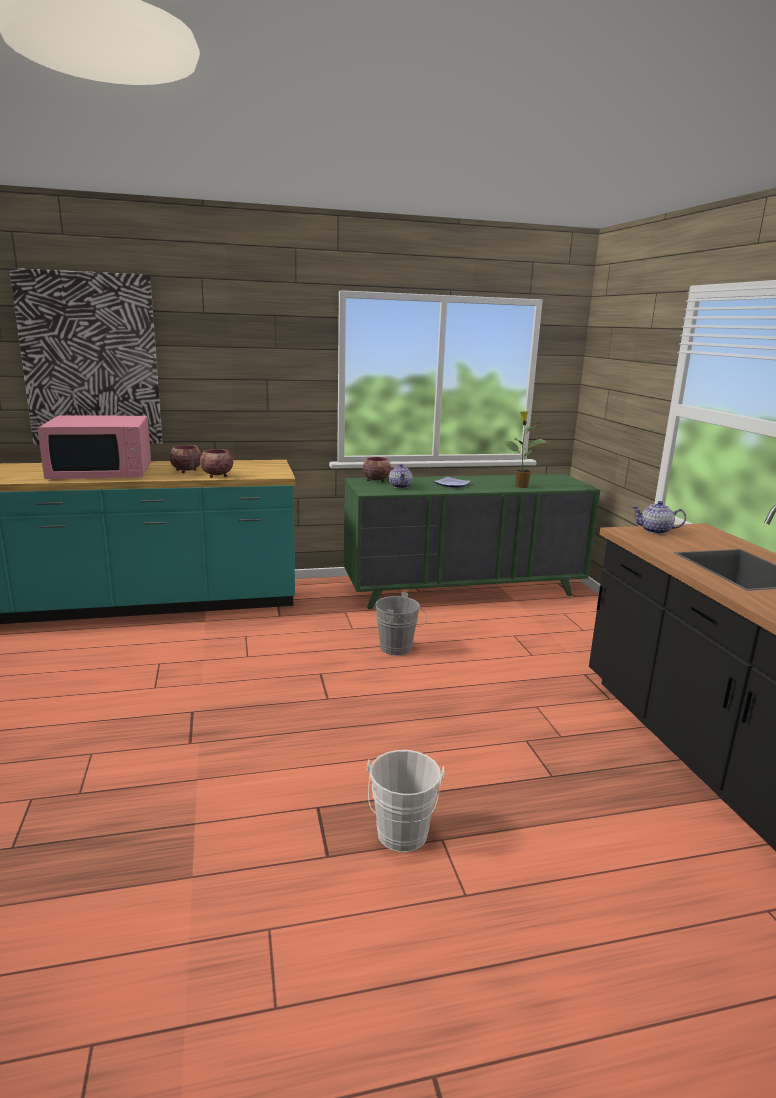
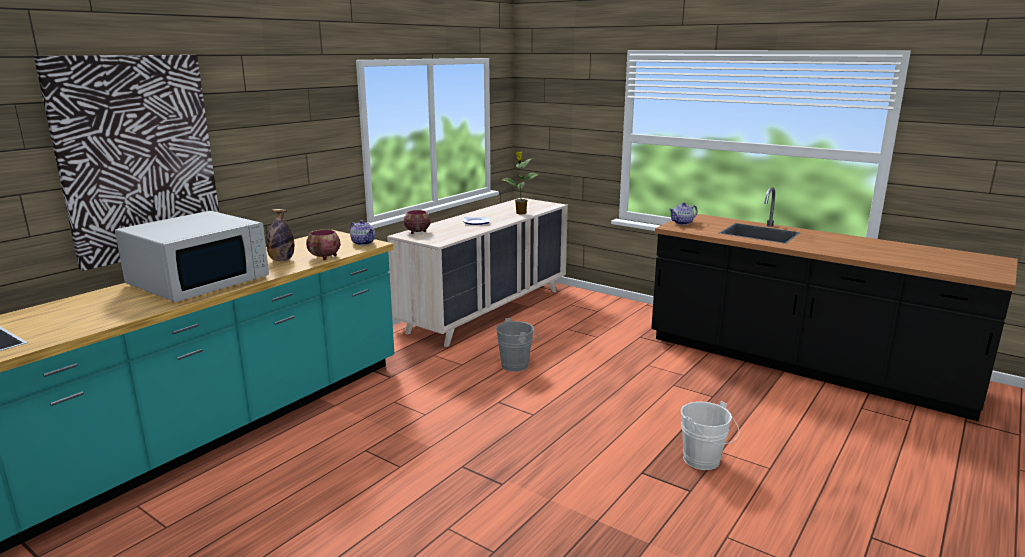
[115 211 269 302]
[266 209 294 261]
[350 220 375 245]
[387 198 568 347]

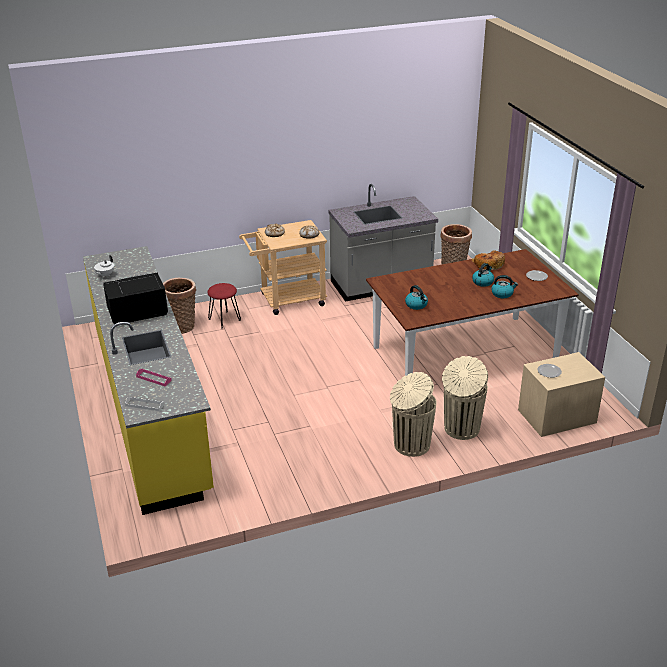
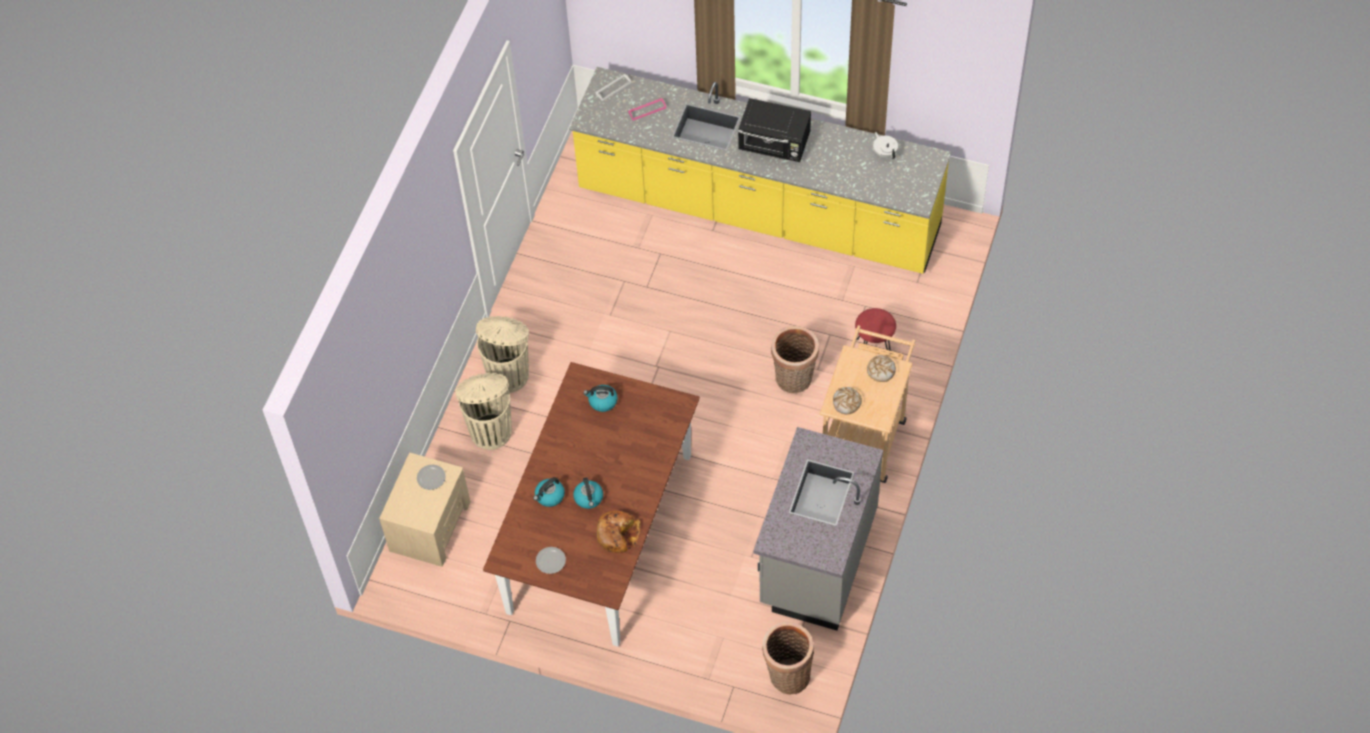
[738 98 811 162]
[771 326 819 393]

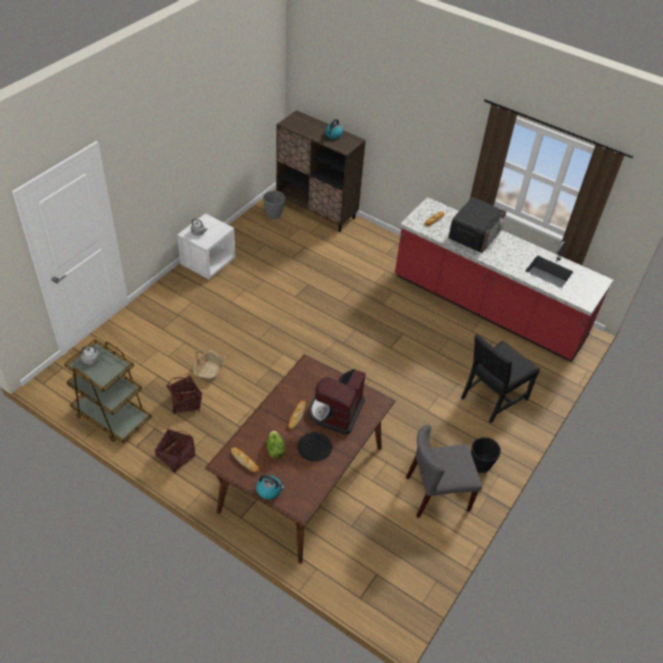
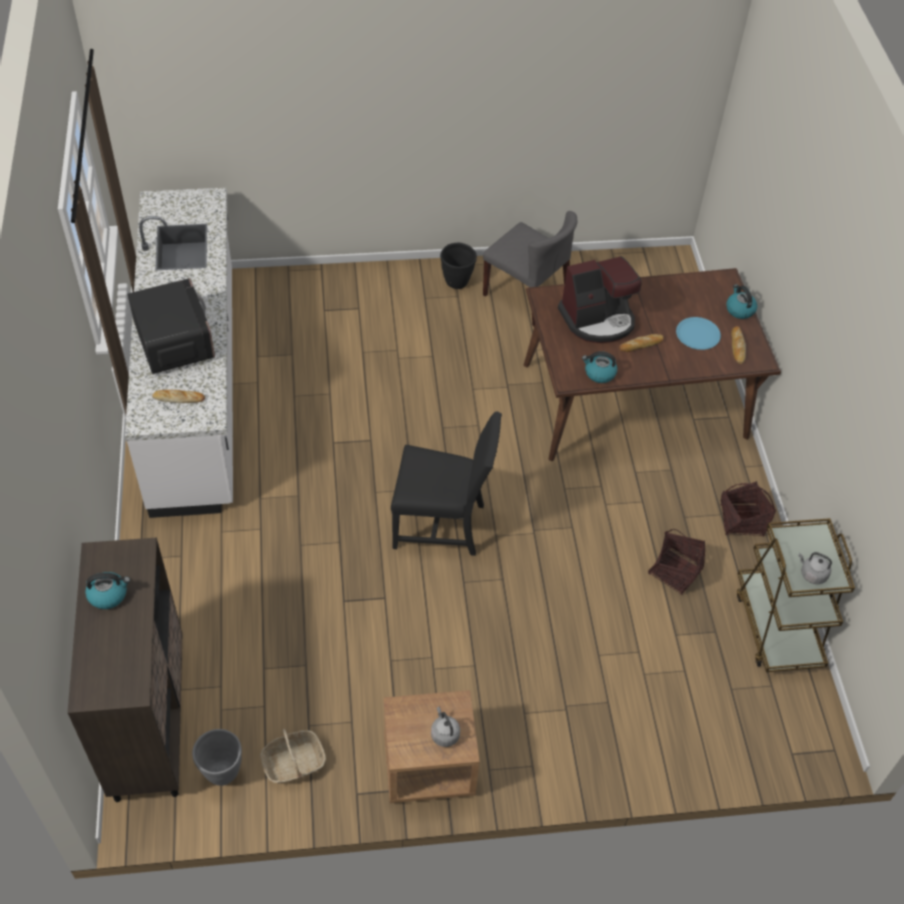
[125 188 233 518]
[128 278 215 374]
[260 728 326 784]
[383 690 480 803]
[391 411 502 556]
[582 351 617 383]
[676 317 721 350]
[297 432 332 461] (first image)

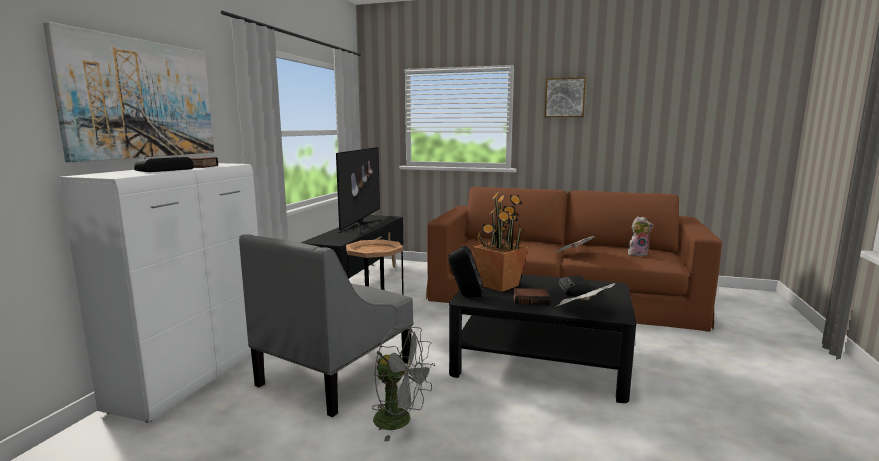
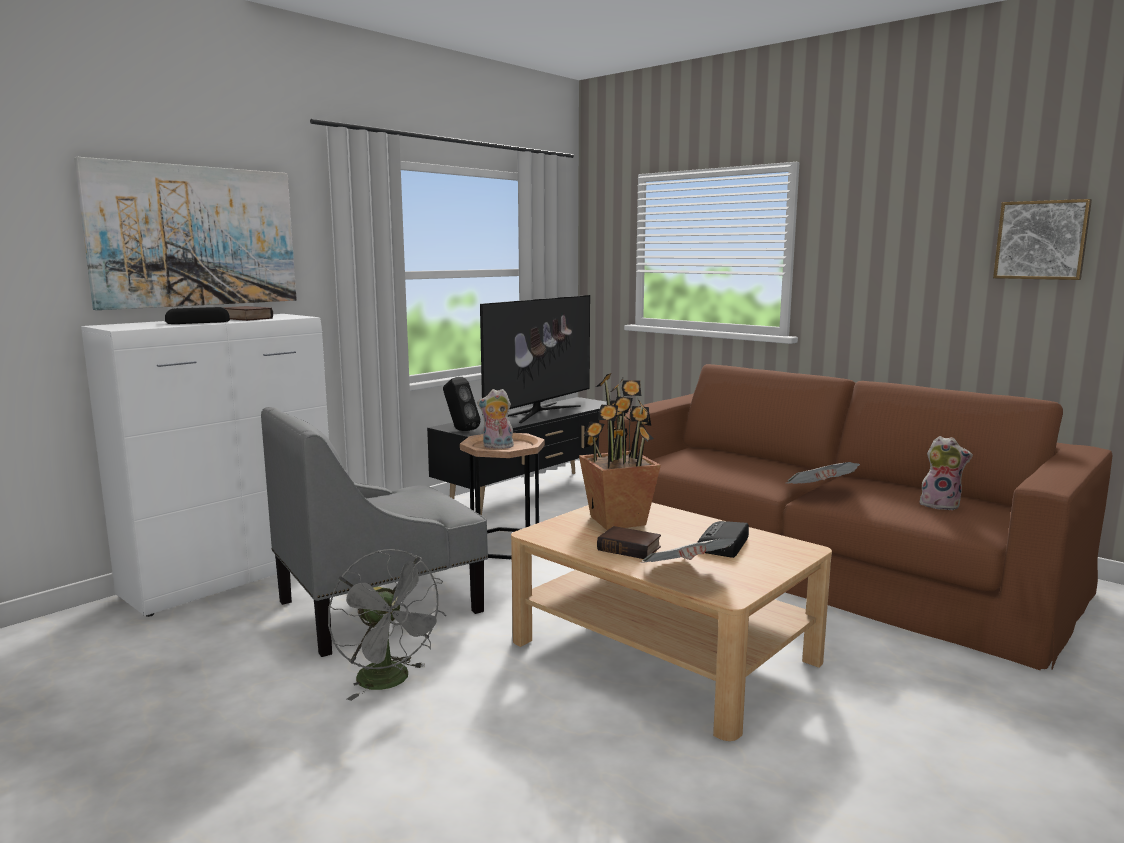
[443 377 481 431]
[477 389 515 449]
[511 503 832 741]
[993 199 1092 280]

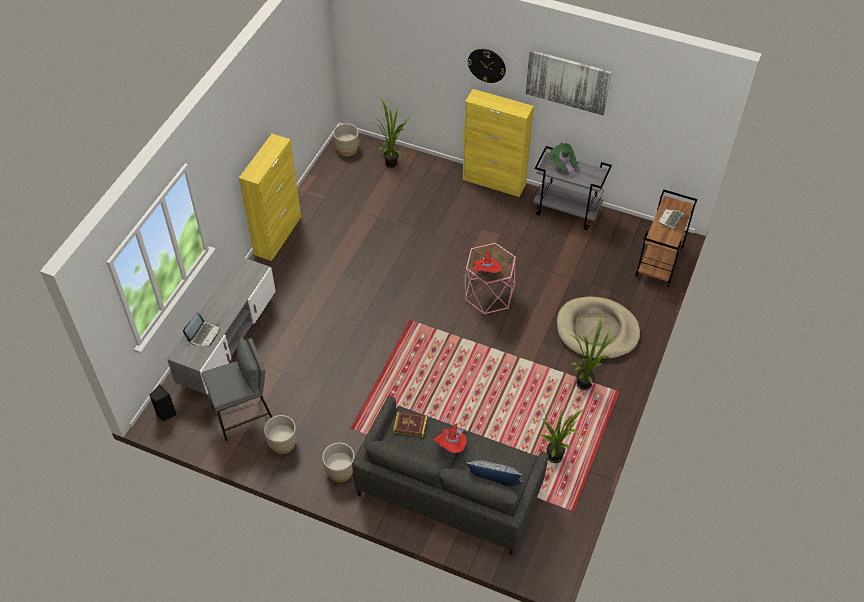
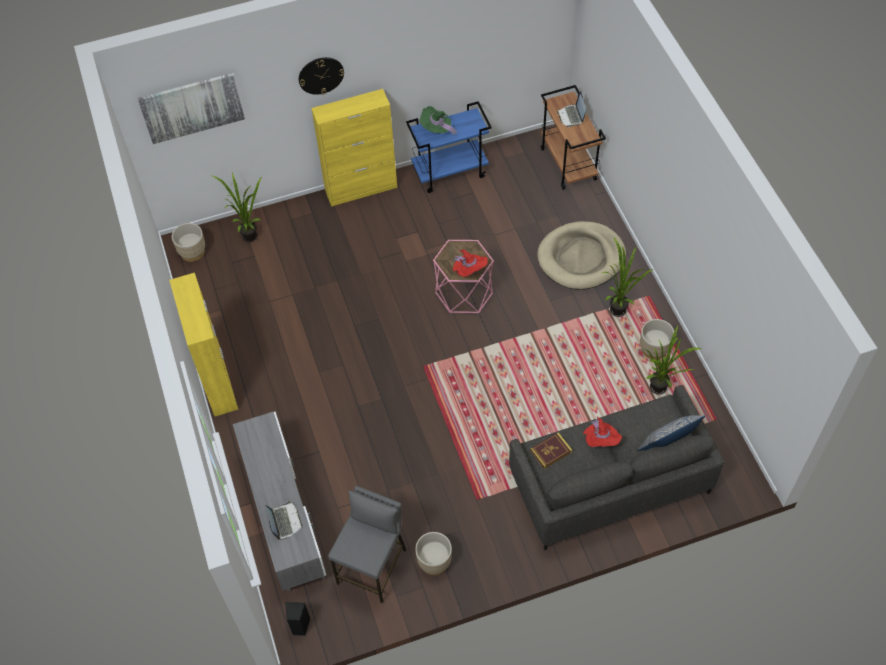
[138 73 245 144]
[406 101 492 193]
[640 319 674 360]

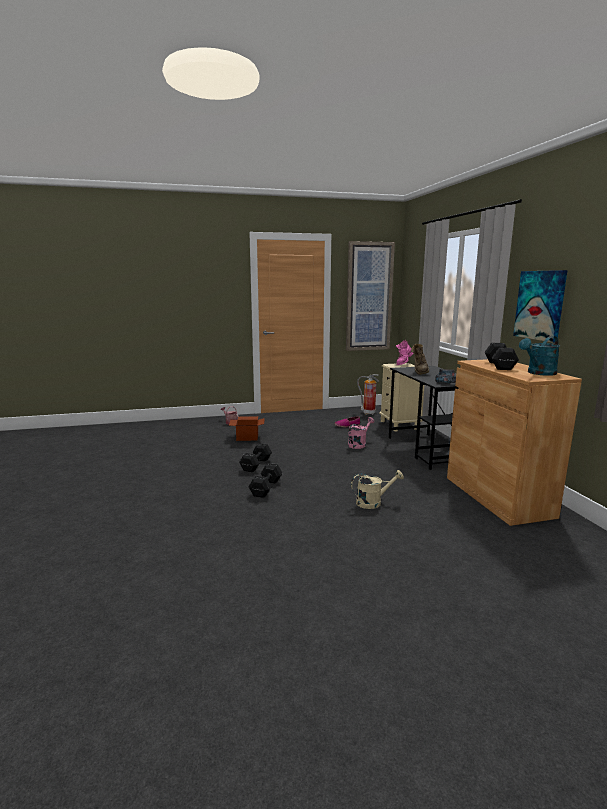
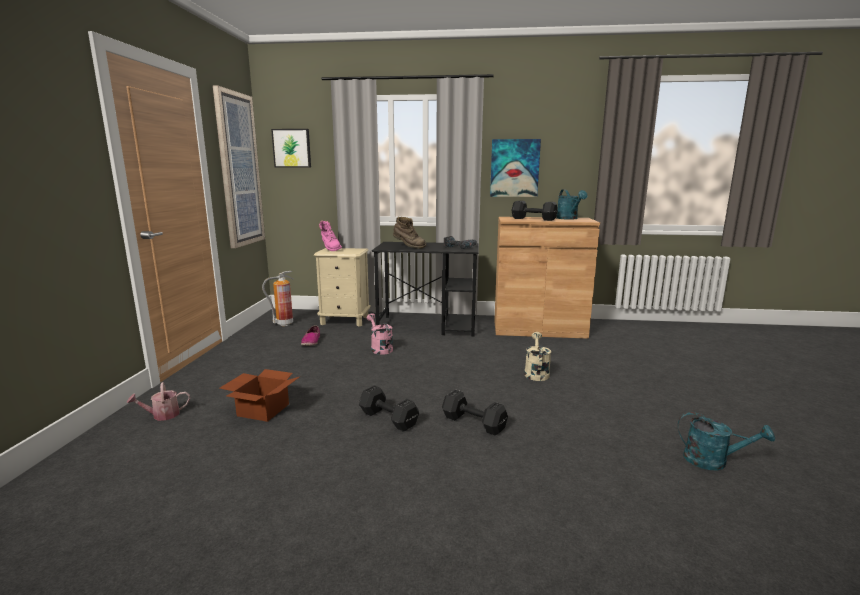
[271 129 311 168]
[678 412 775 471]

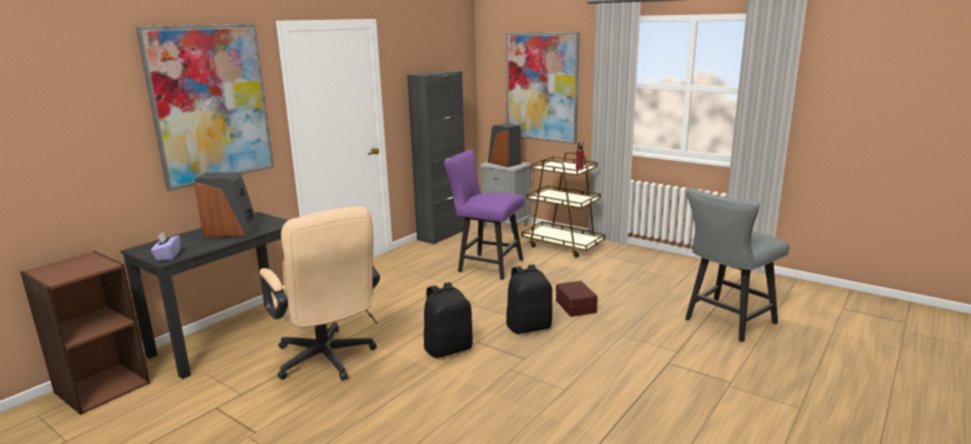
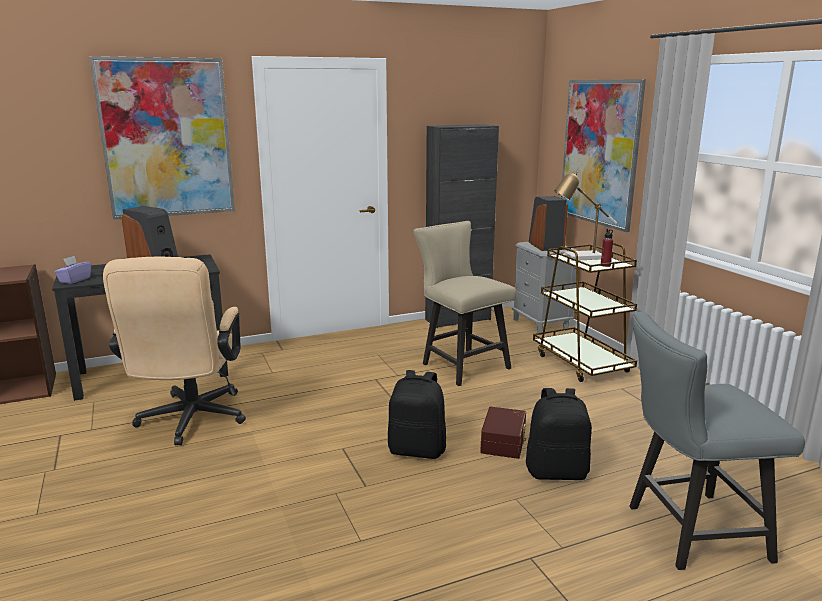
[413 221 516 386]
[526 388 592 480]
[555 172 617 261]

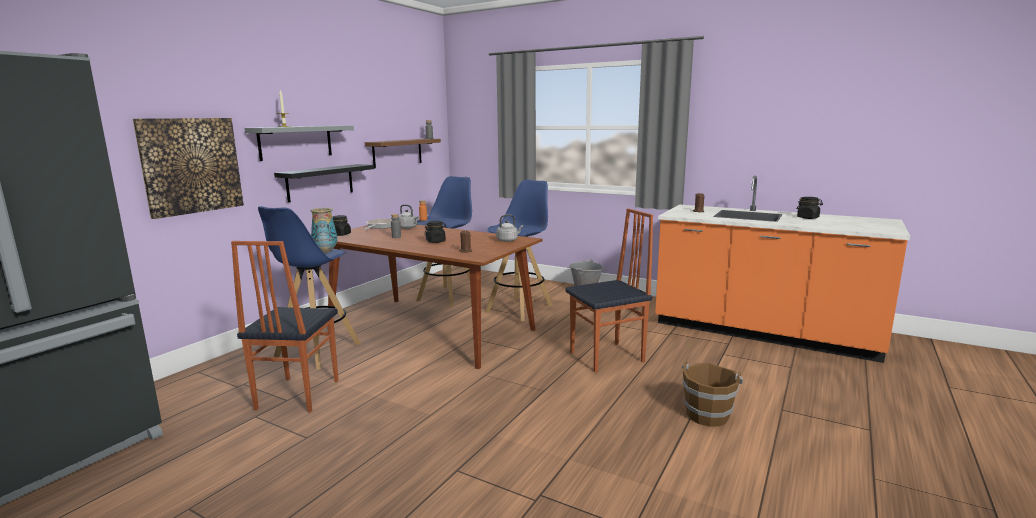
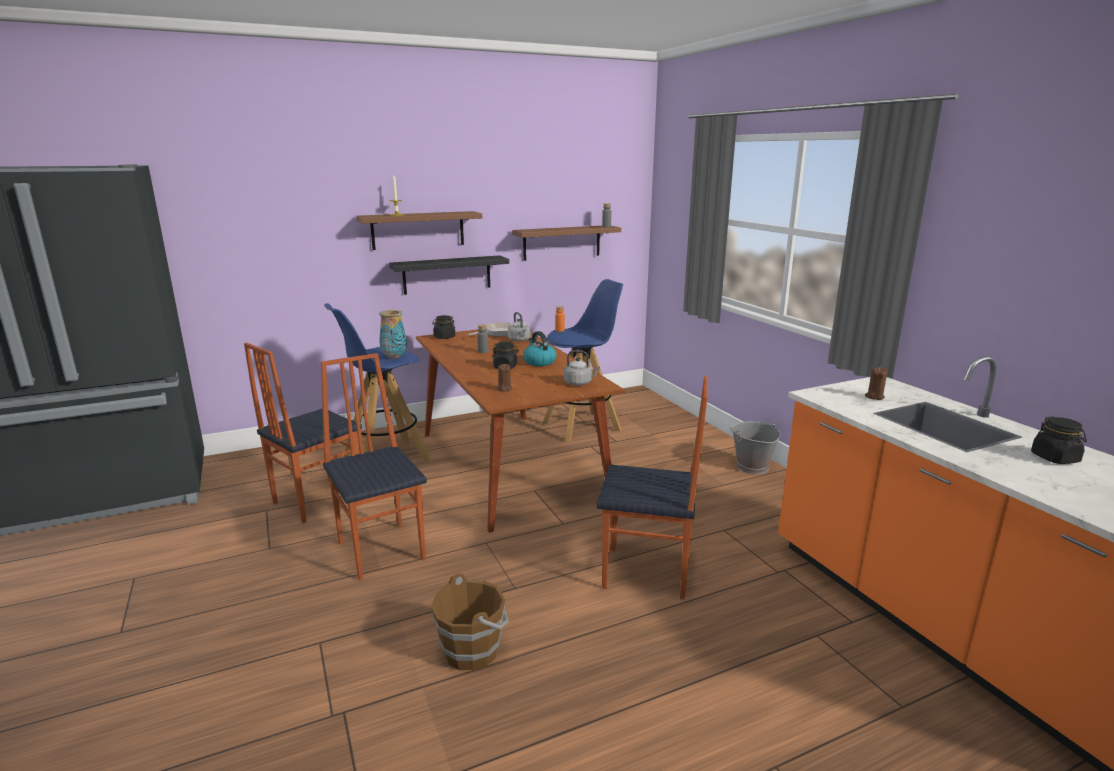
[321 353 427 580]
[356 211 482 250]
[431 573 508 670]
[523 331 556 366]
[133 118 244 219] (first image)
[485 180 553 321] (first image)

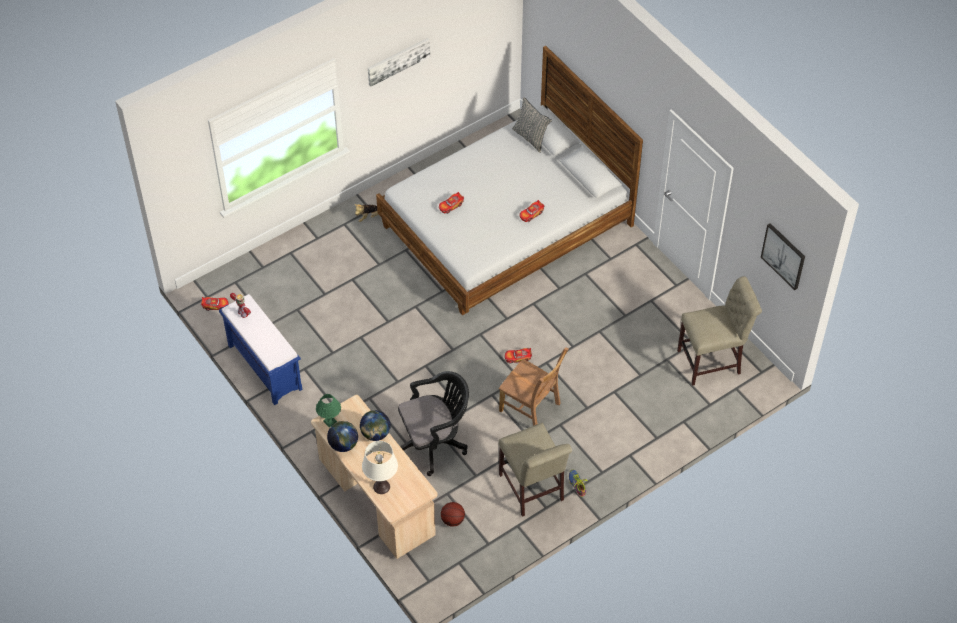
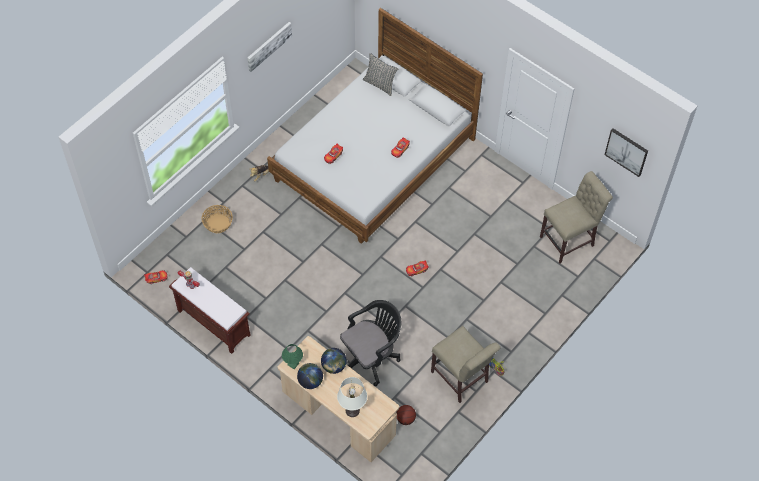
[169 267 251 354]
[201 205 233 233]
[499 347 569 426] (first image)

